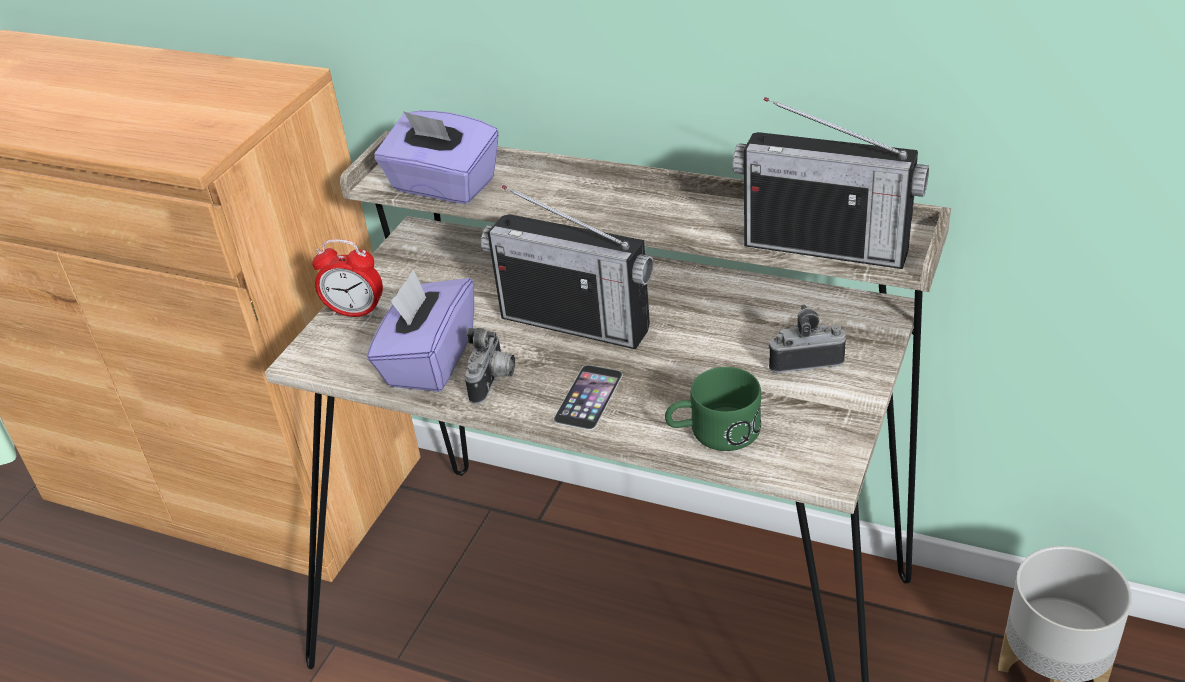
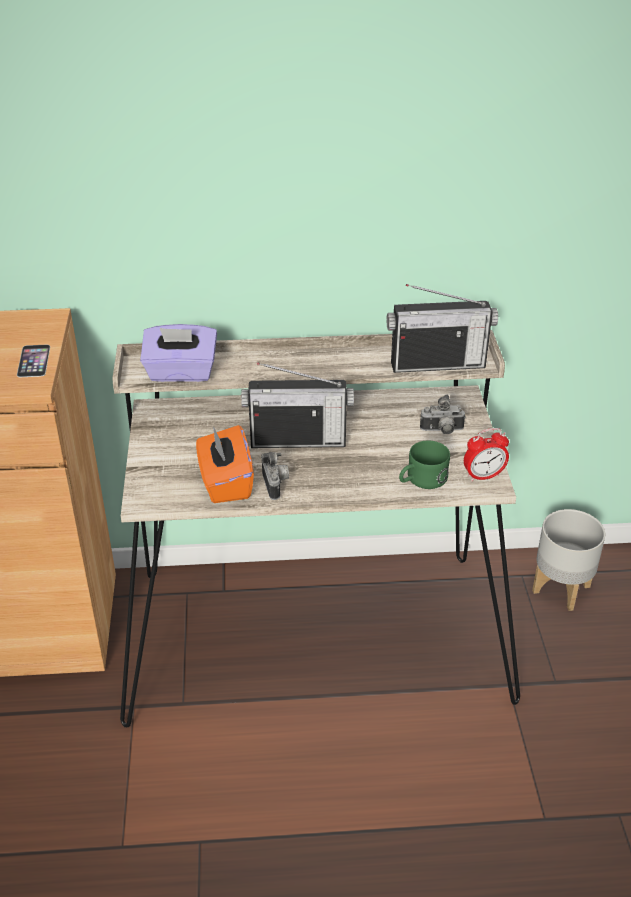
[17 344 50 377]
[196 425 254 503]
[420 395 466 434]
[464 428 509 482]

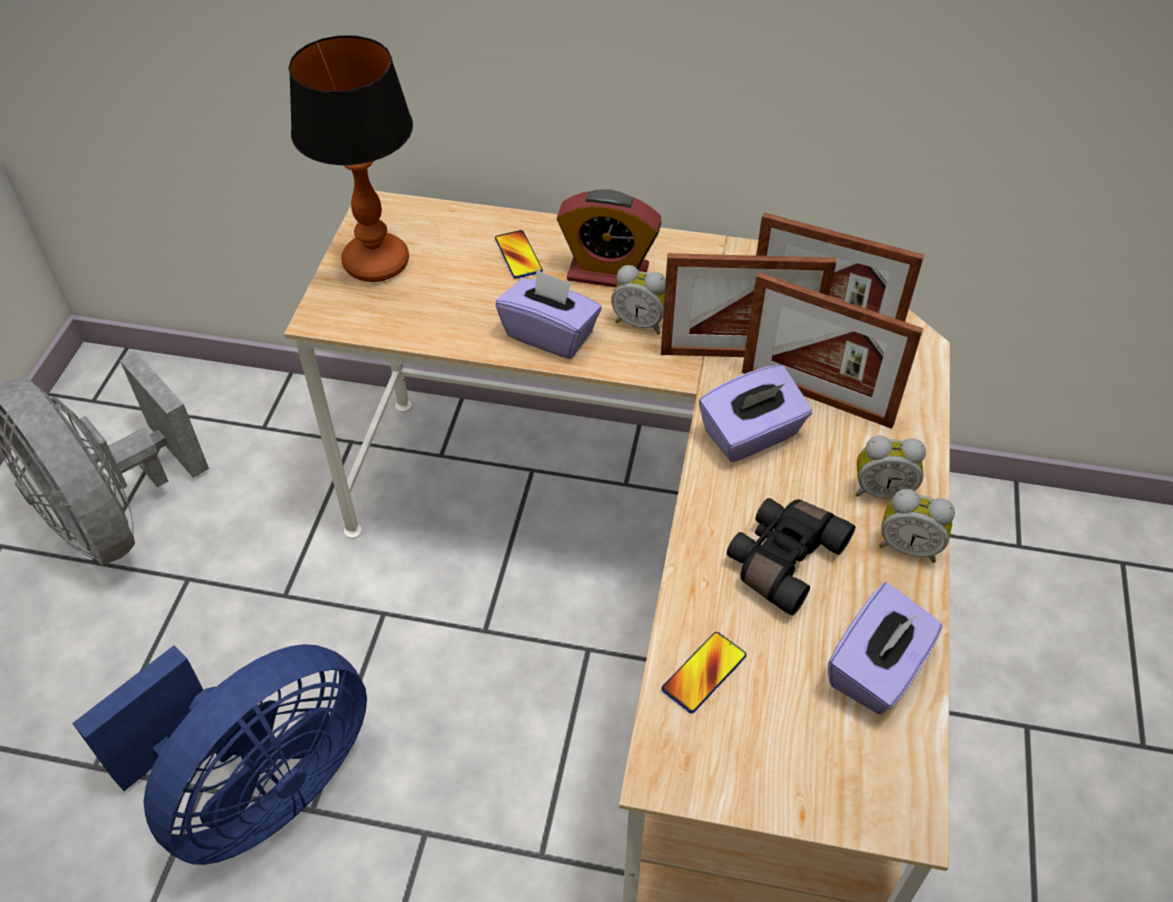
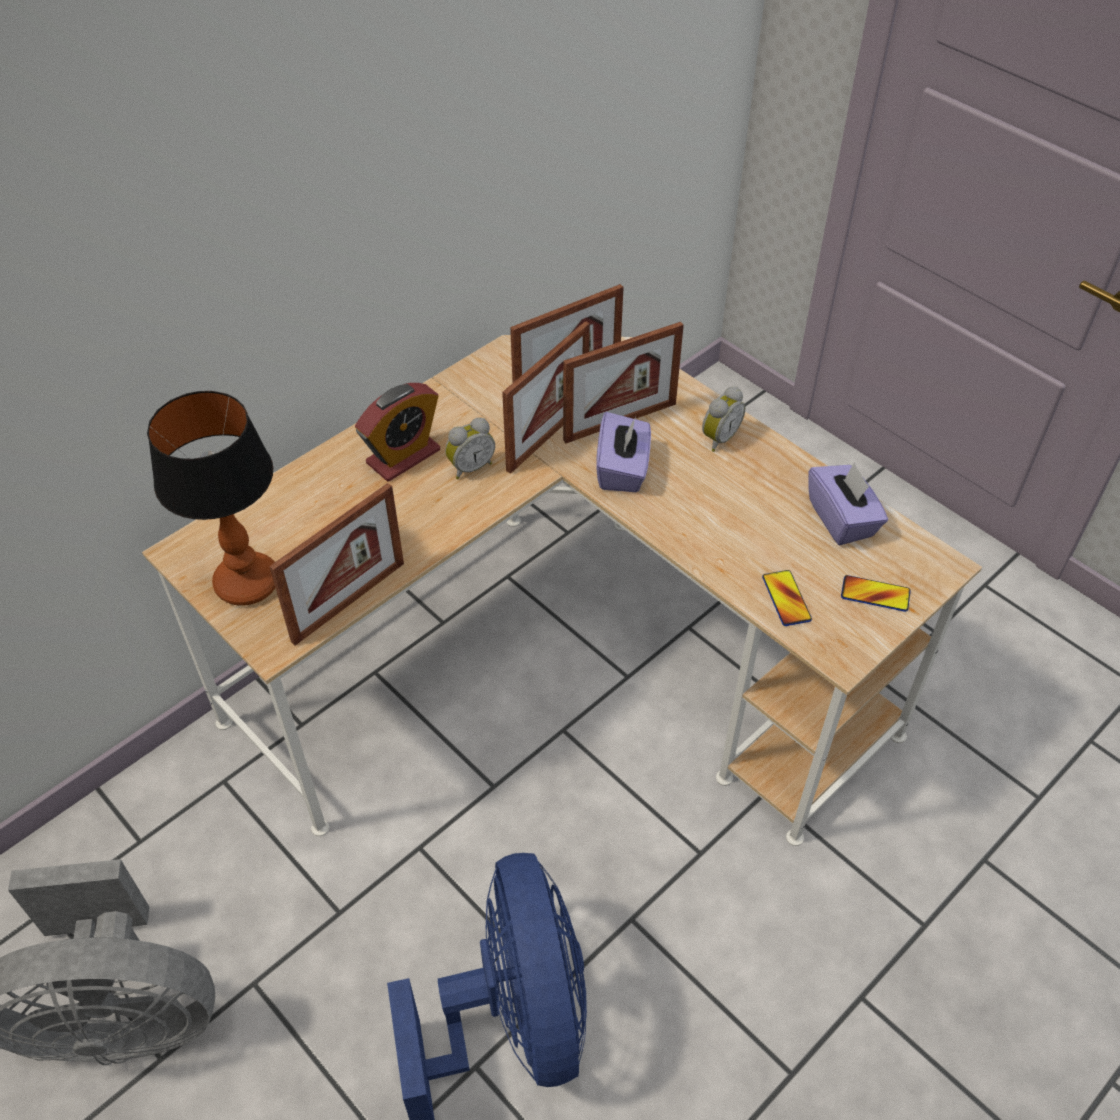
[269 483 404 646]
[841 575 911 612]
[496 269 601 359] (first image)
[727 498 855 616] (first image)
[879 489 955 563] (first image)

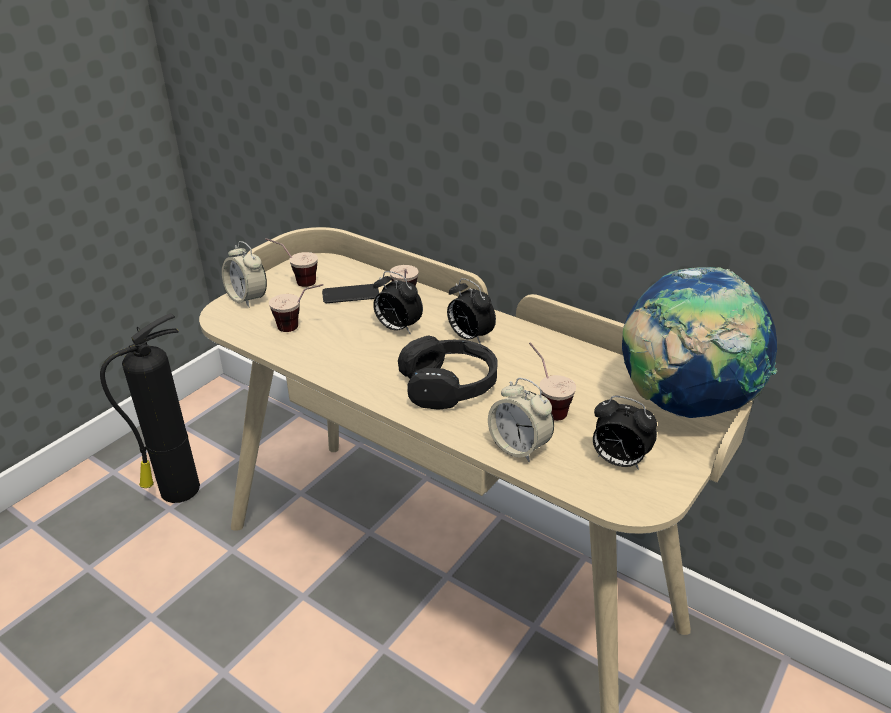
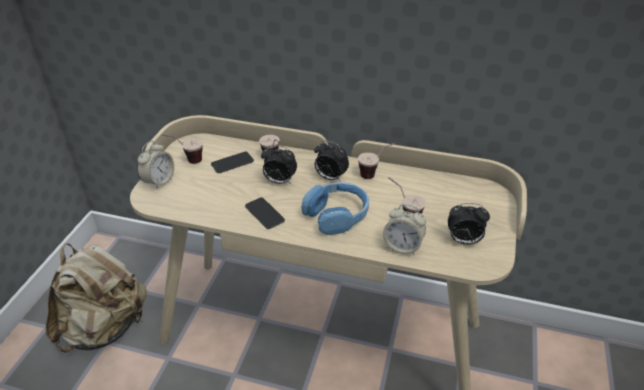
[46 243 147 353]
[137 141 174 189]
[245 197 285 229]
[301 182 369 235]
[358 142 396 179]
[622 267 777 418] (first image)

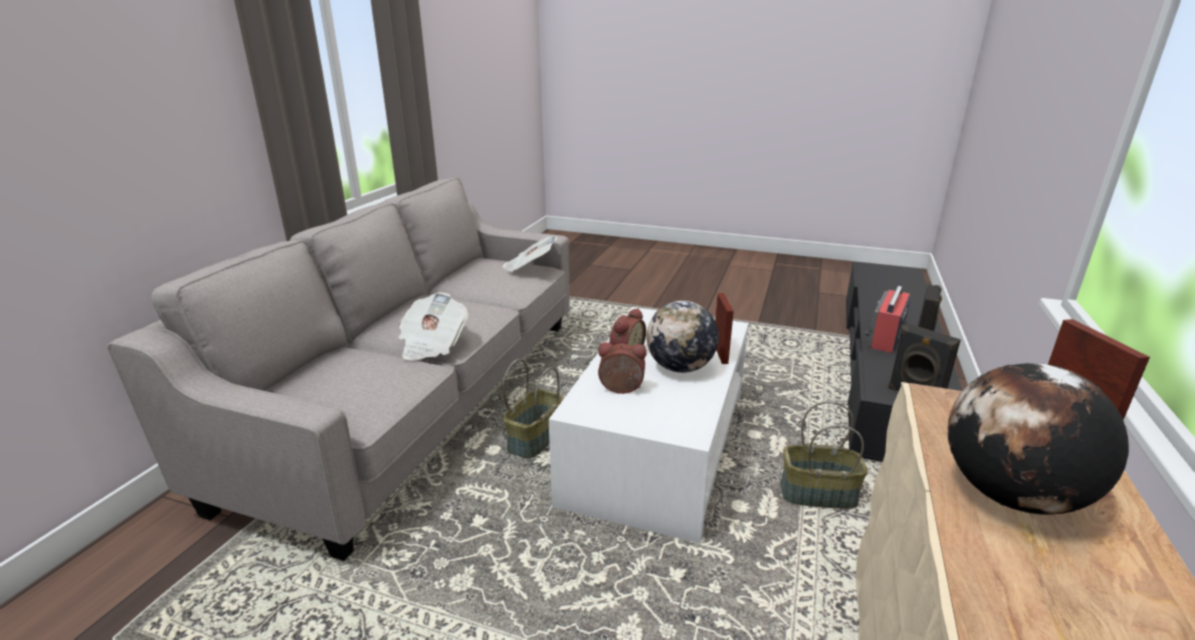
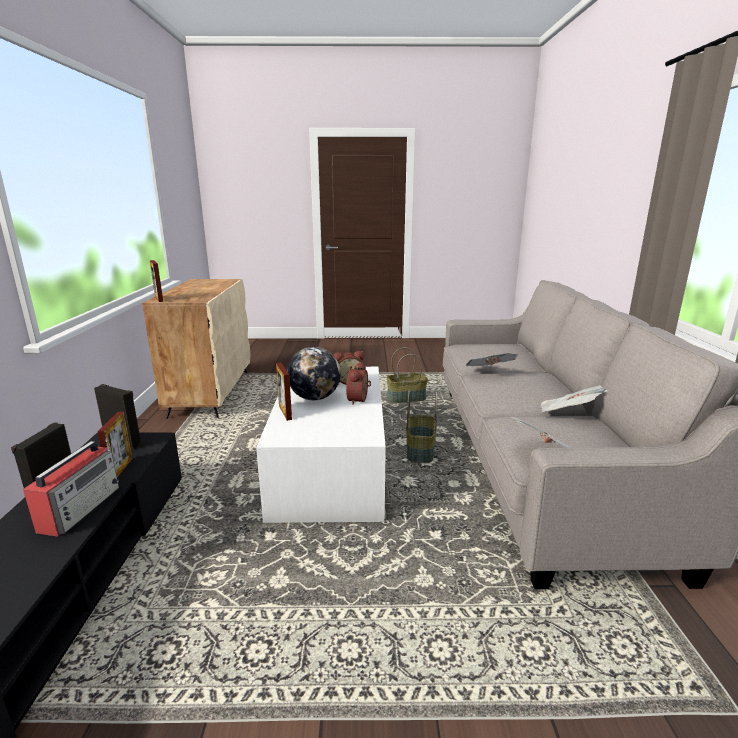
[98 412 133 477]
[387 347 428 403]
[541 385 608 413]
[948 363 1129 515] (first image)

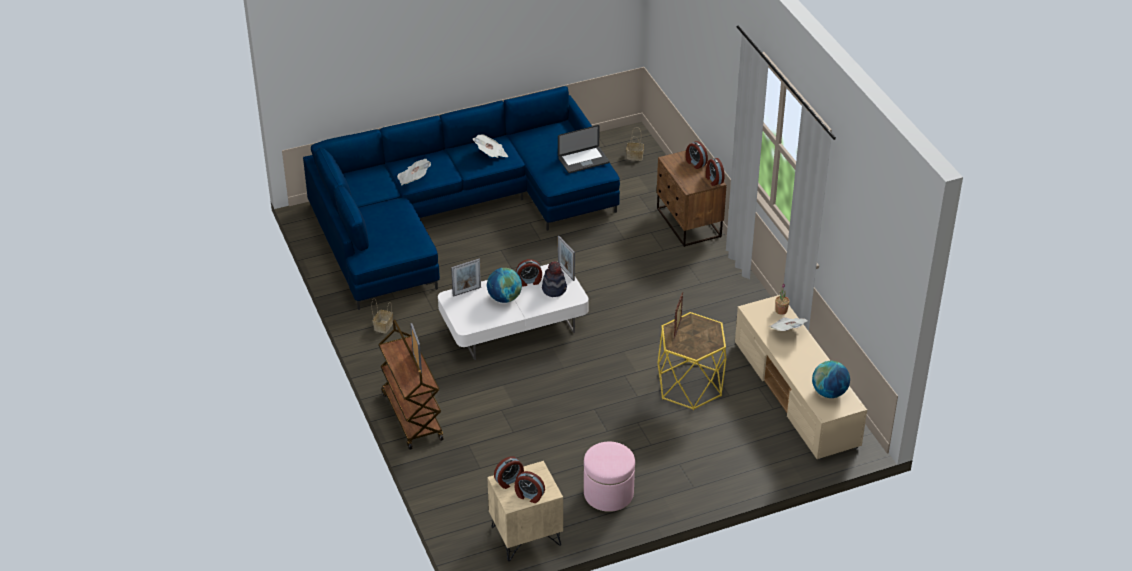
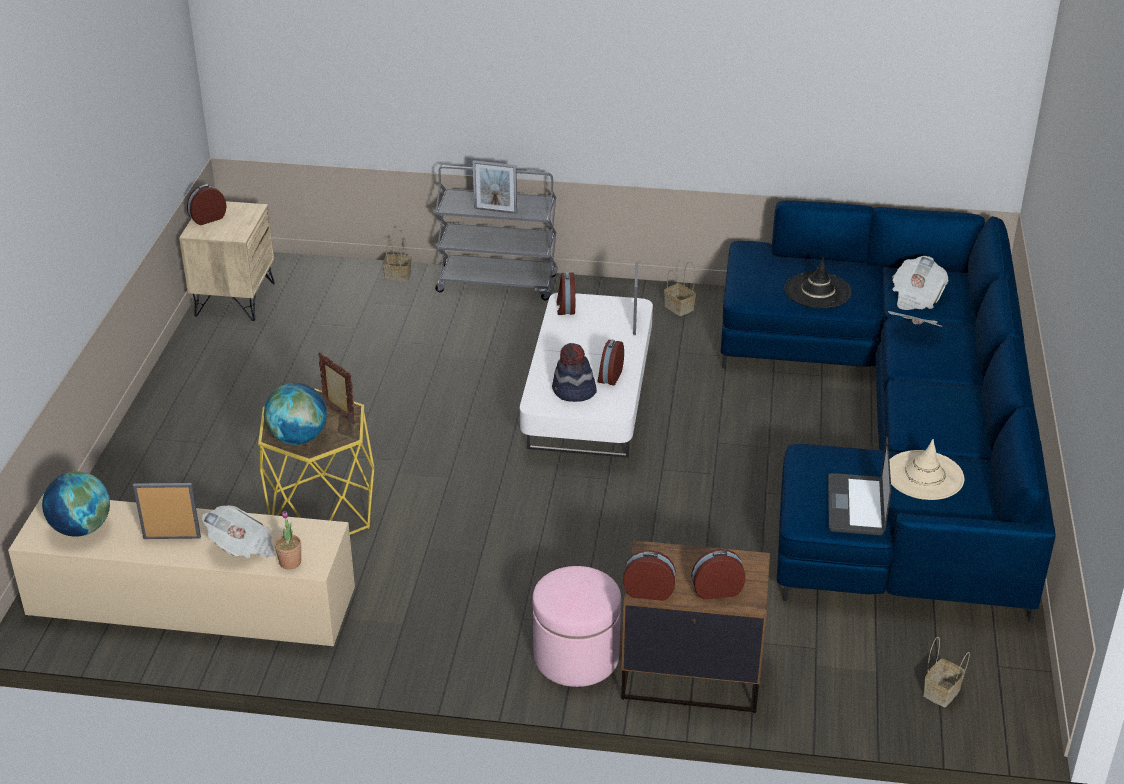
[133 483 201 539]
[264 383 327 445]
[383 228 411 282]
[435 165 558 300]
[532 566 621 687]
[557 272 575 315]
[784 257 852 309]
[890 439 964 500]
[892 256 948 310]

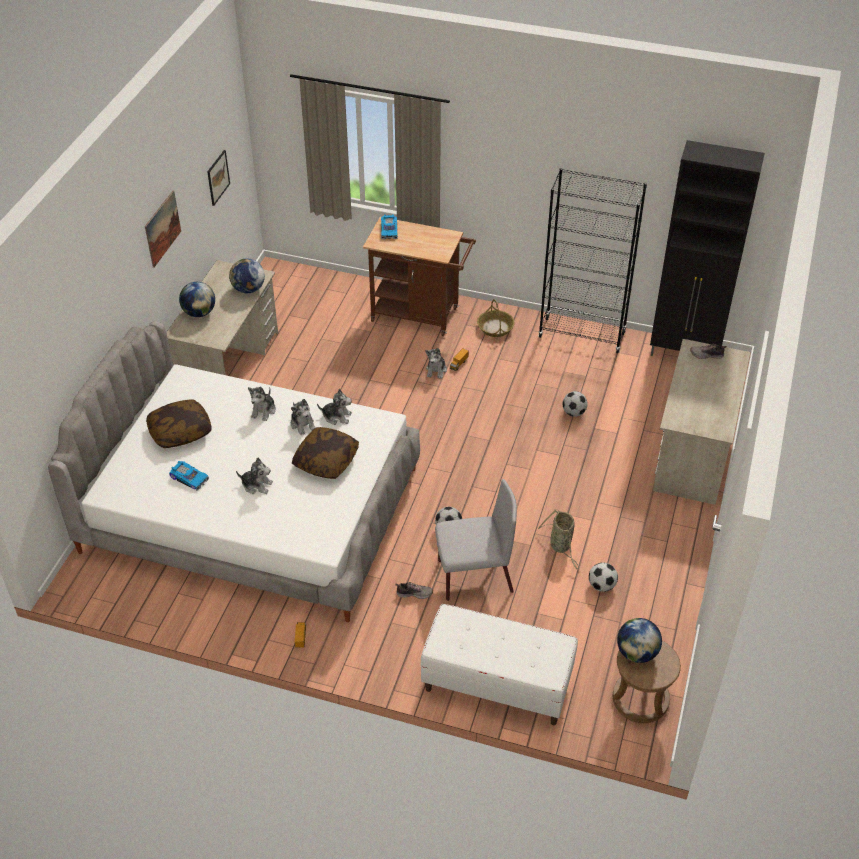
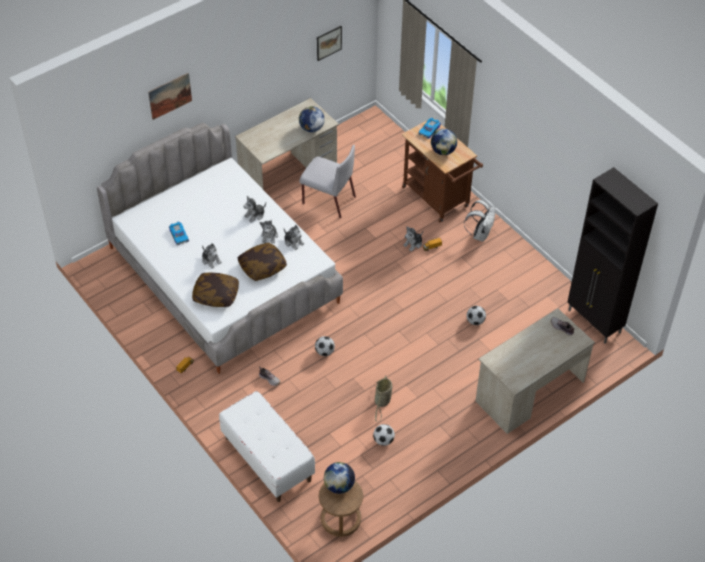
[148 73 192 120]
[192 273 239 307]
[299 145 356 218]
[431 129 457 155]
[464 200 495 242]
[538 168 647 353] (first image)

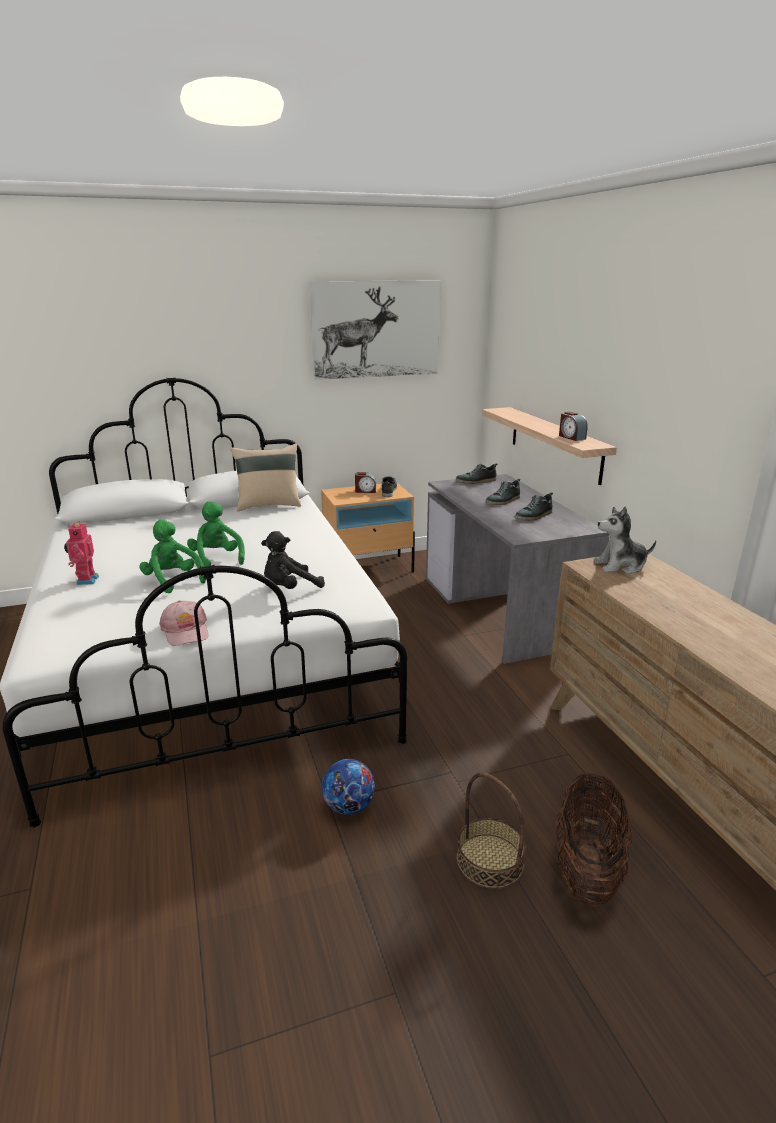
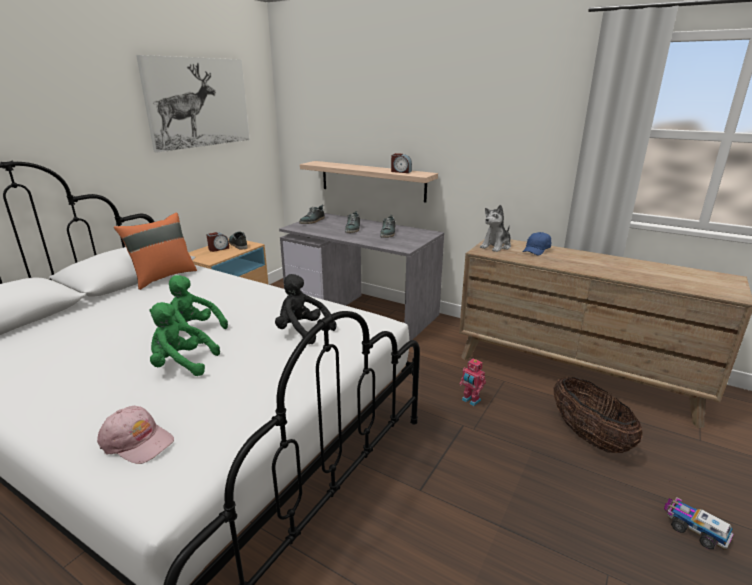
[97 406 174 464]
[114 212 197 290]
[275 274 336 344]
[460 358 486 406]
[523 232 551 256]
[664 497 734 550]
[322 759 375 815] (first image)
[457 773 526 889] (first image)

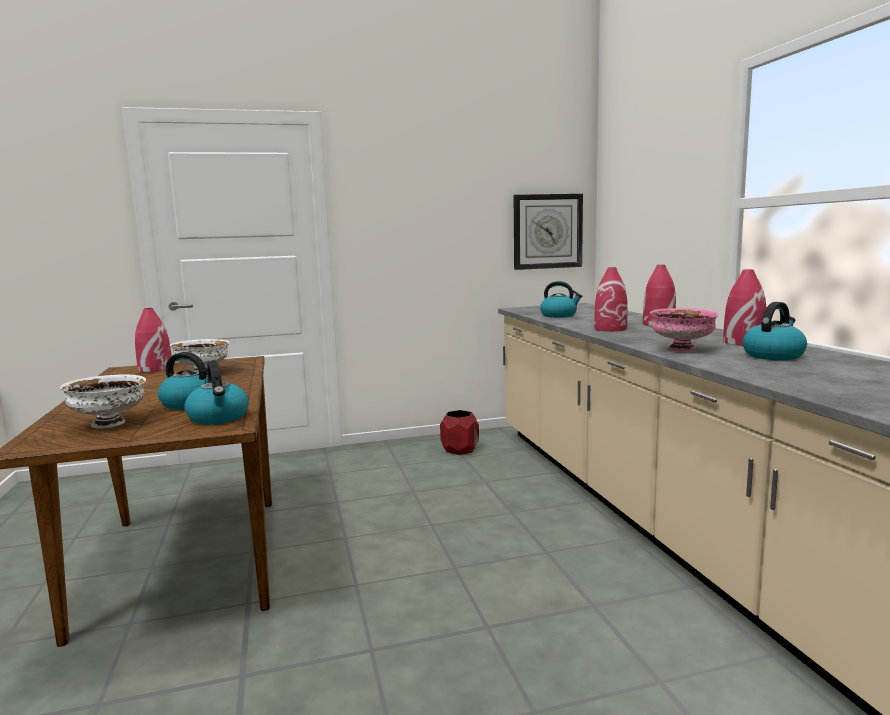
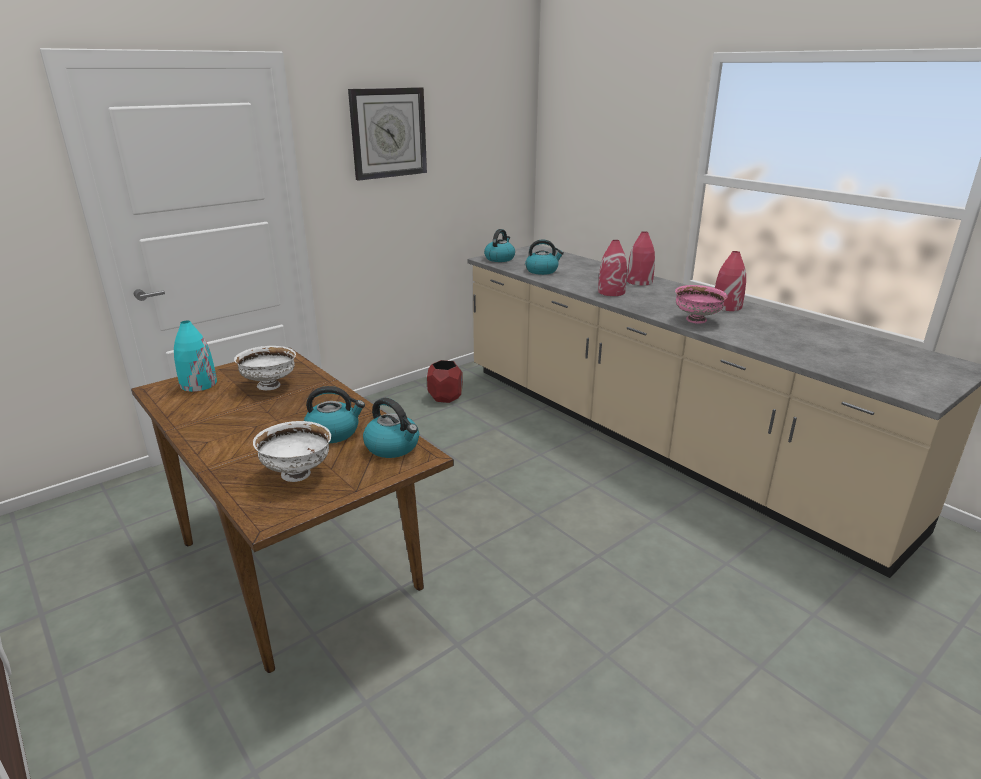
[174 321 217 392]
[348 87 427 181]
[484 229 515 262]

